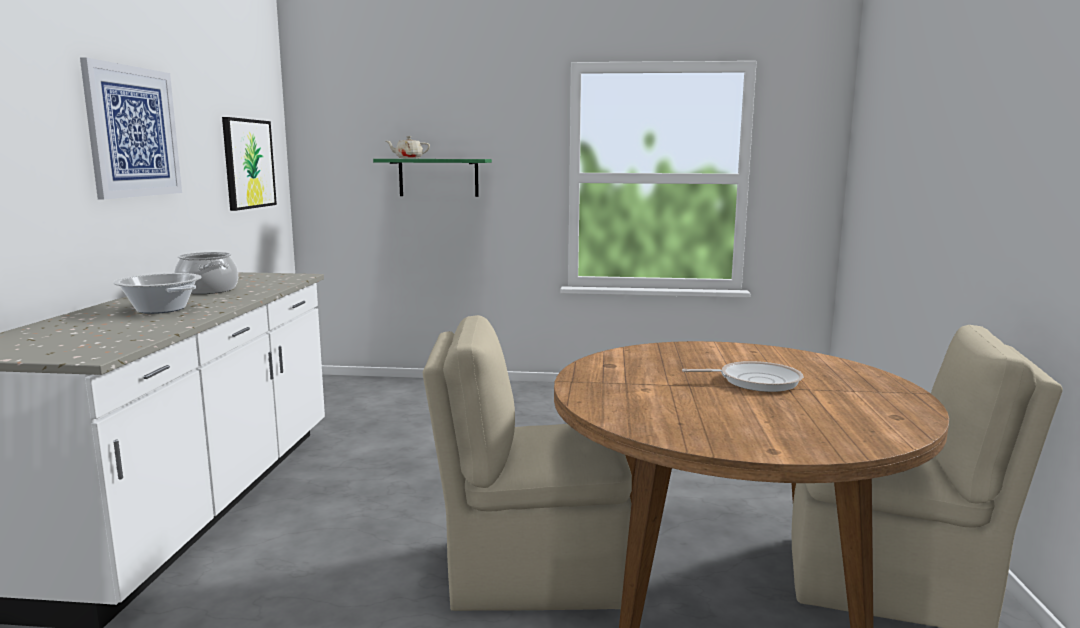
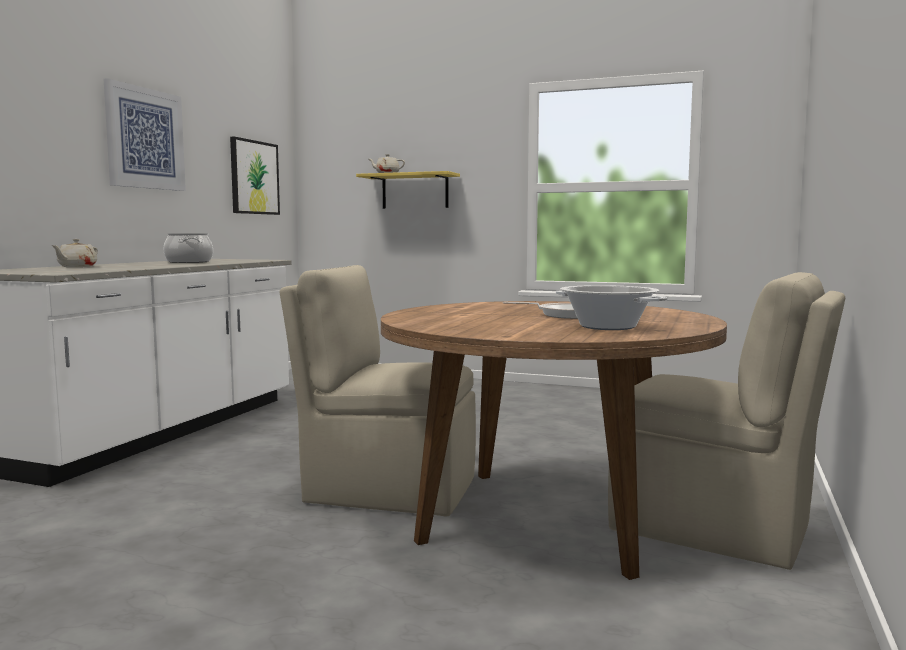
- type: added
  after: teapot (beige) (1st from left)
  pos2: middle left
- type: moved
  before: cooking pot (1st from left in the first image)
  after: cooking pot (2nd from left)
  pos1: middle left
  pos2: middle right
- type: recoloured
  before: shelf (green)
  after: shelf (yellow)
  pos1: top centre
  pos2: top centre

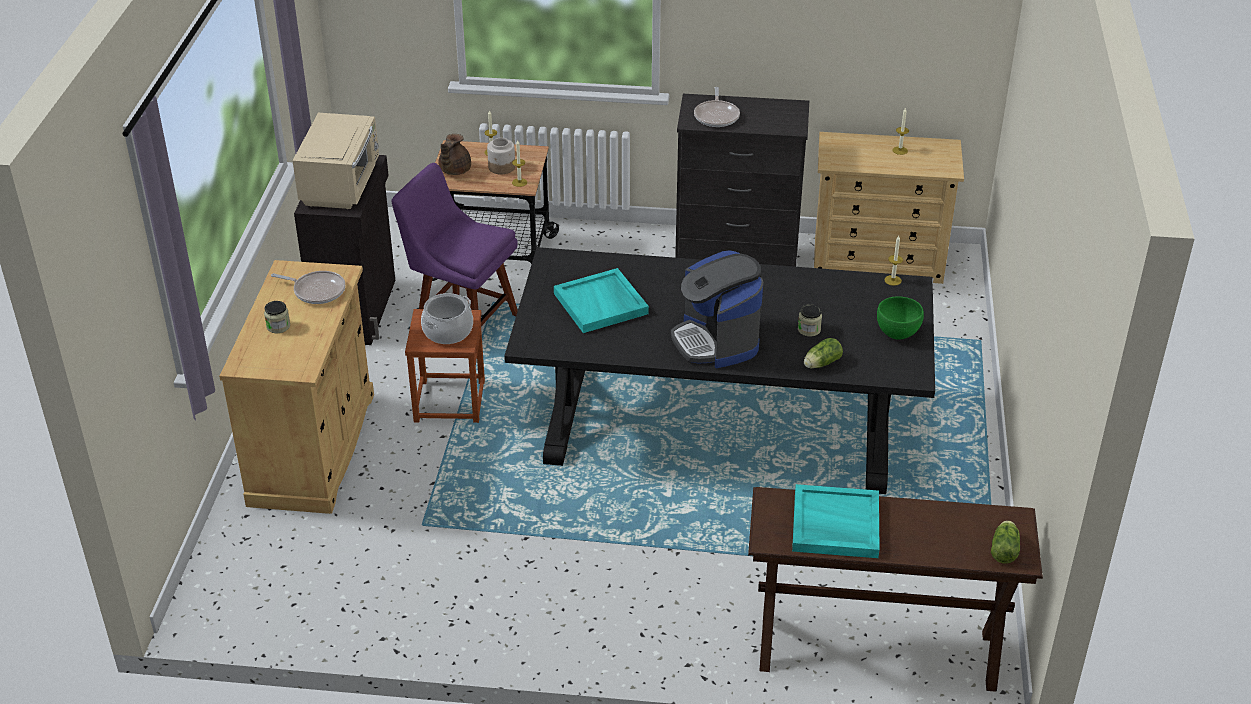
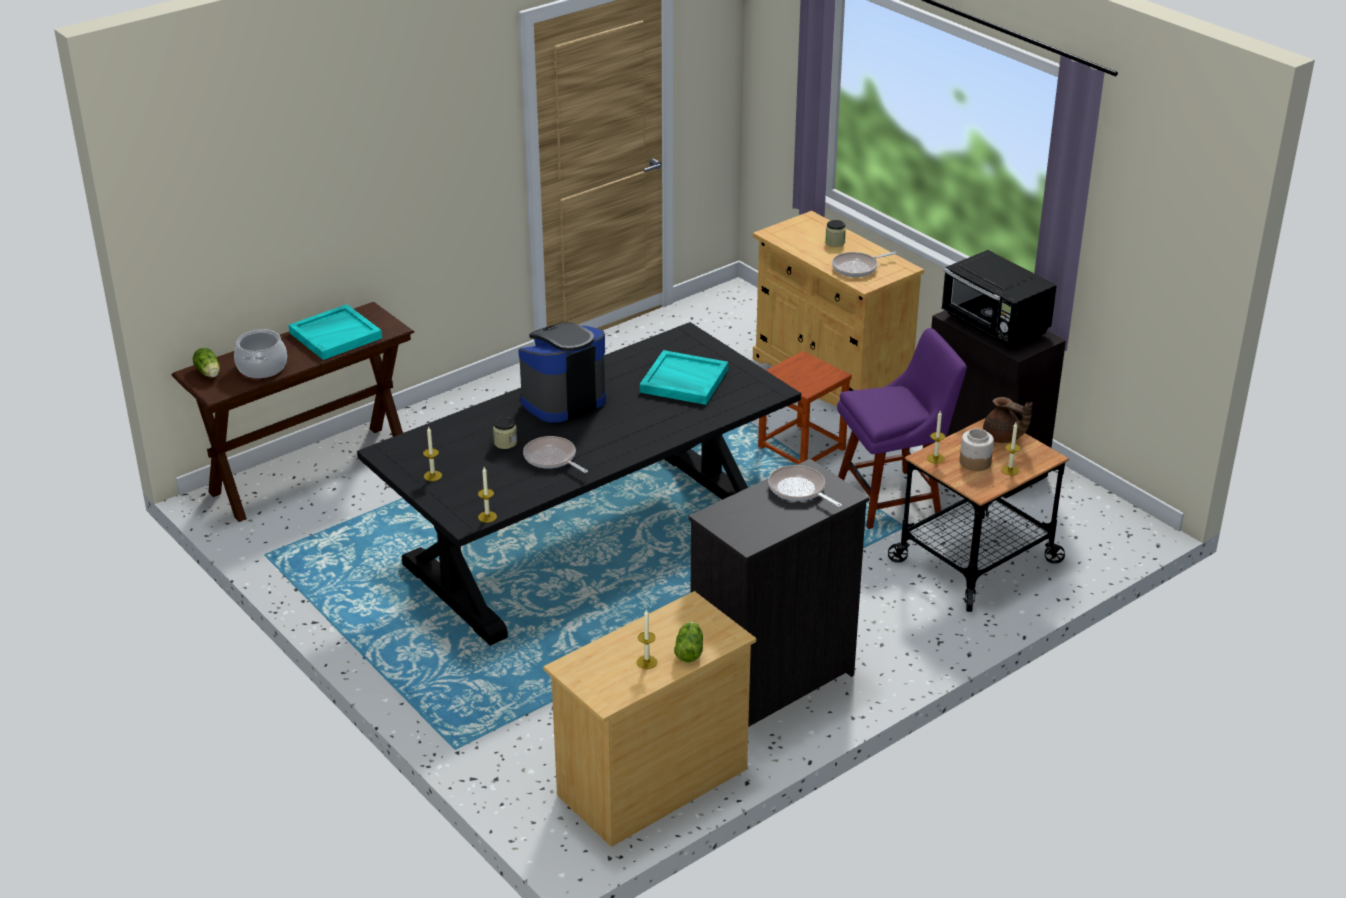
- type: added
  after: frying pan (1st from left)
  pos2: centre
- type: moved
  before: cooking pot
  pos1: centre
  pos2: middle left
- type: moved
  before: lettuce (1st from left in the first image)
  after: lettuce (2nd from left)
  pos1: centre
  pos2: bottom centre
- type: replaced
  before: bowl (green)
  after: candle (1st from left)
  pos1: middle right
  pos2: middle left
- type: recoloured
  before: microwave (beige)
  after: microwave (black)
  pos1: top left
  pos2: top right
- type: turned
  before: teapot (brown)
  pos1: top centre
  pos2: middle right
  turn: 150
- type: turned
  before: coffee machine
  pos1: centre
  pos2: centre
  turn: -60

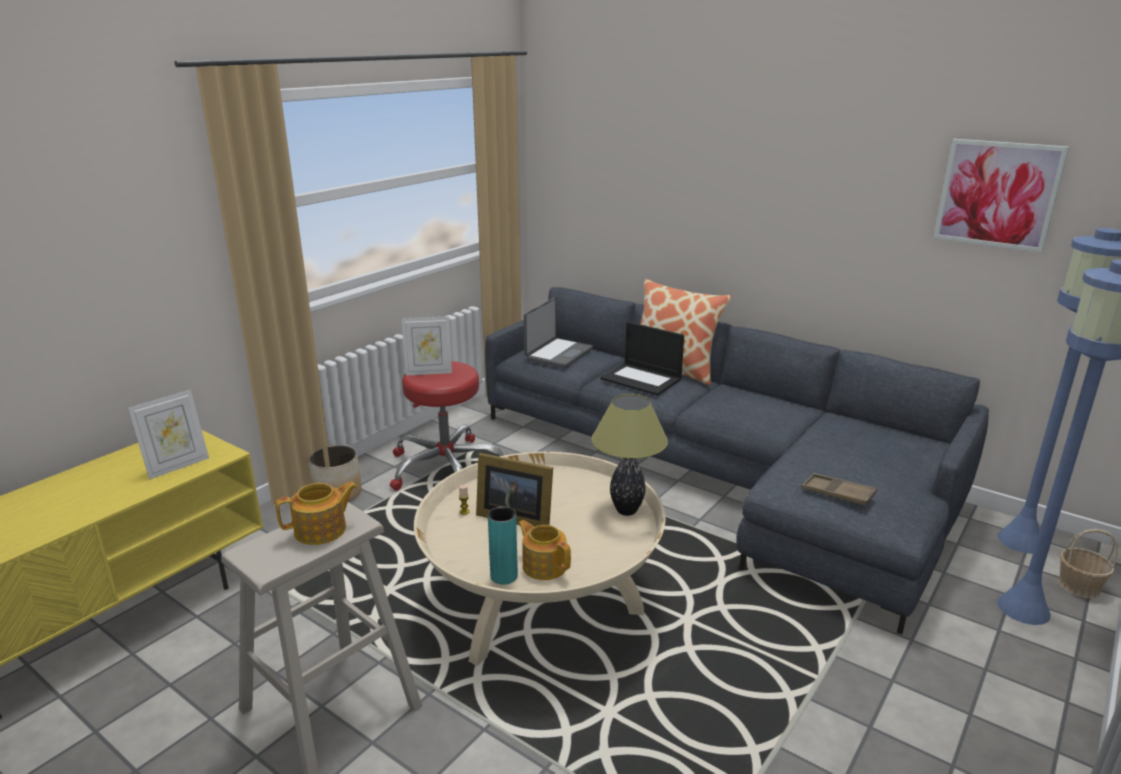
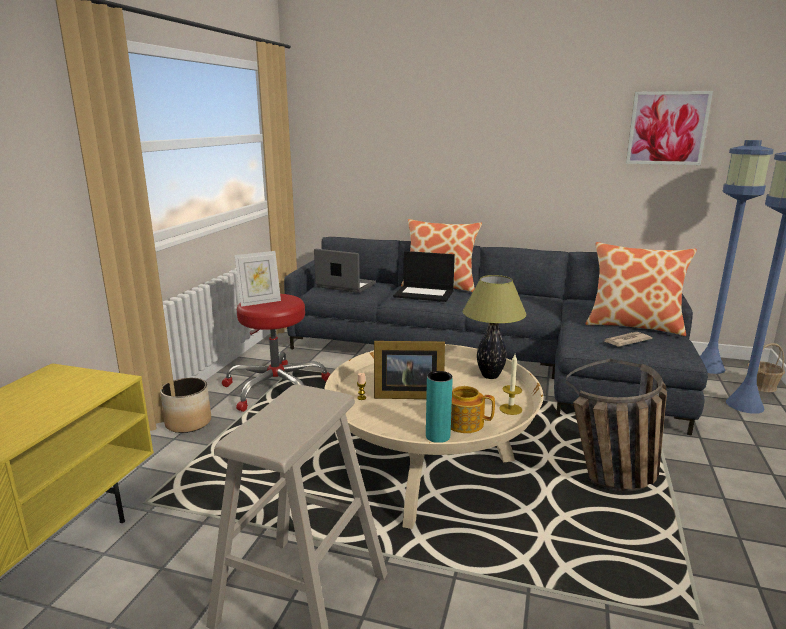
- type: removed
  before: picture frame (1st from left)
  pos1: middle left
- type: removed
  before: teapot (1st from left)
  pos1: middle left
- type: added
  after: candle (2nd from left)
  pos2: centre
- type: added
  after: basket (1st from left)
  pos2: bottom right
- type: added
  after: pillow (2nd from left)
  pos2: middle right
- type: replaced
  before: tray (brown)
  after: newspaper
  pos1: middle right
  pos2: middle right
- type: turned
  before: laptop (1st from left)
  pos1: centre
  pos2: centre
  turn: -75

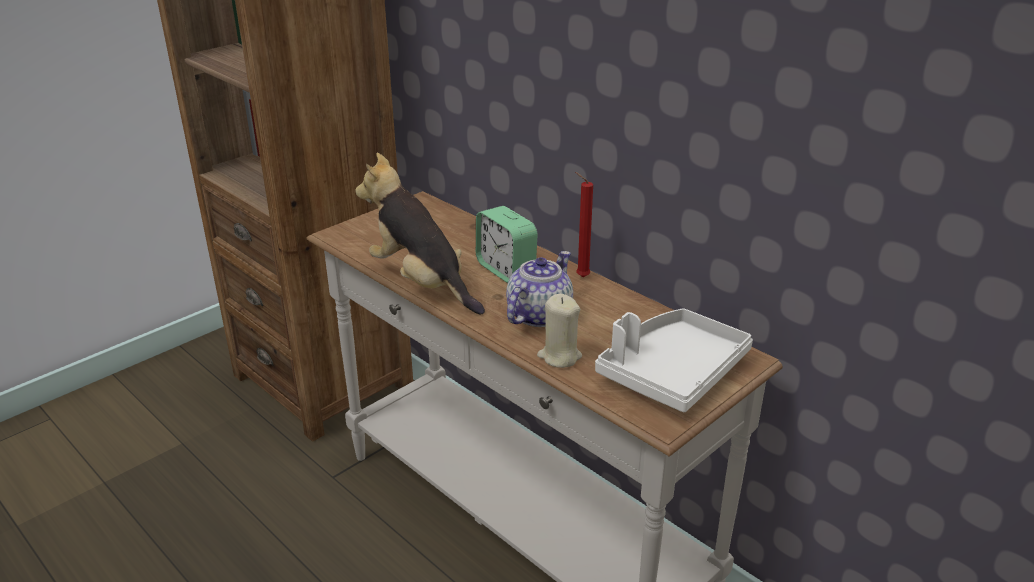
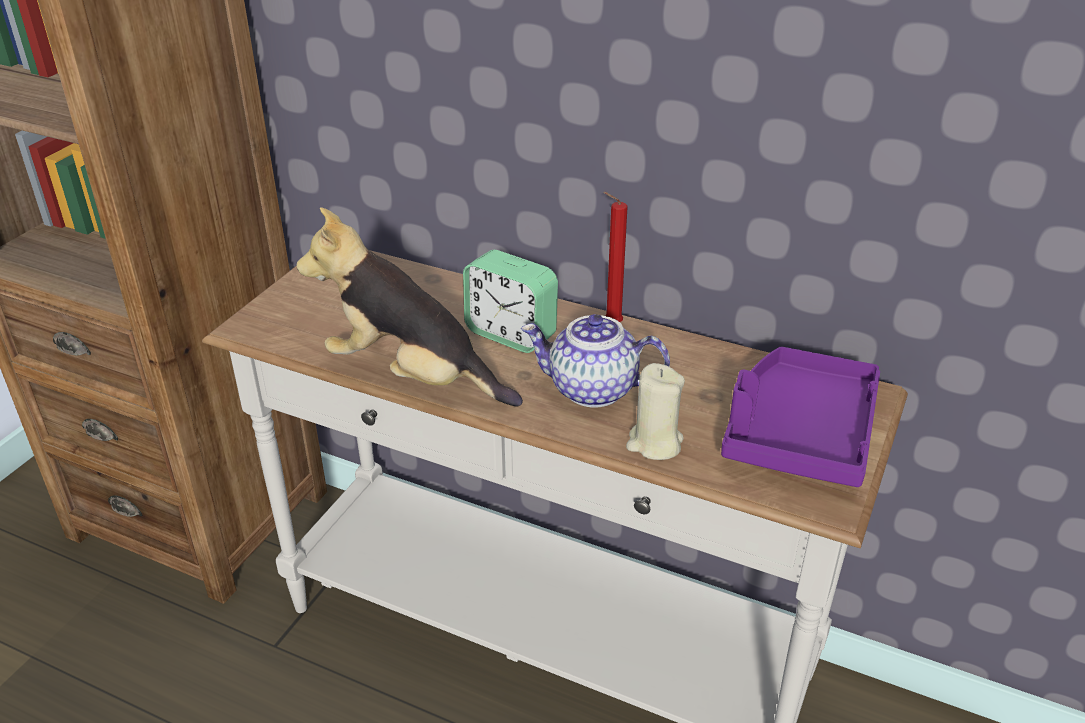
- type: recoloured
  before: tray (white)
  after: tray (purple)
  pos1: centre
  pos2: middle right
- type: turned
  before: teapot
  pos1: centre
  pos2: centre
  turn: -90

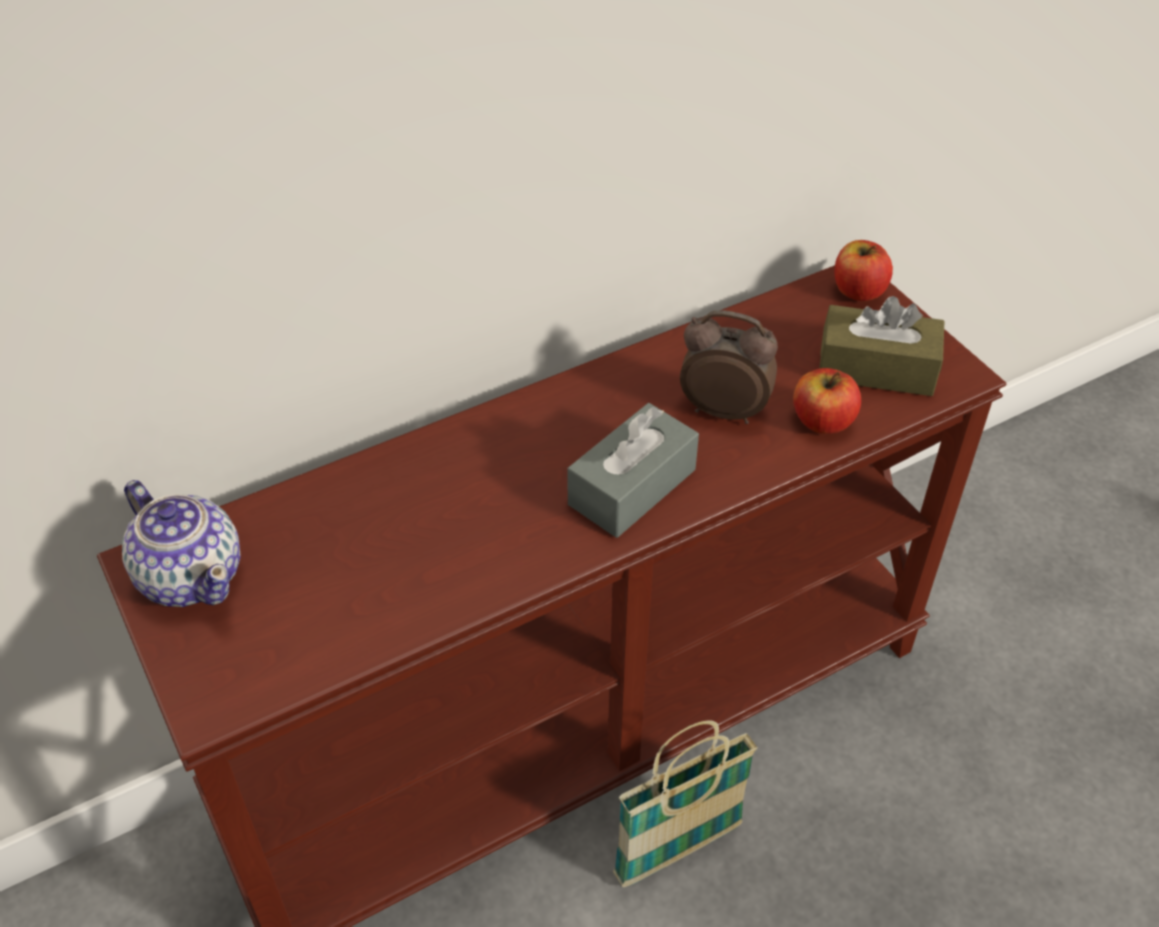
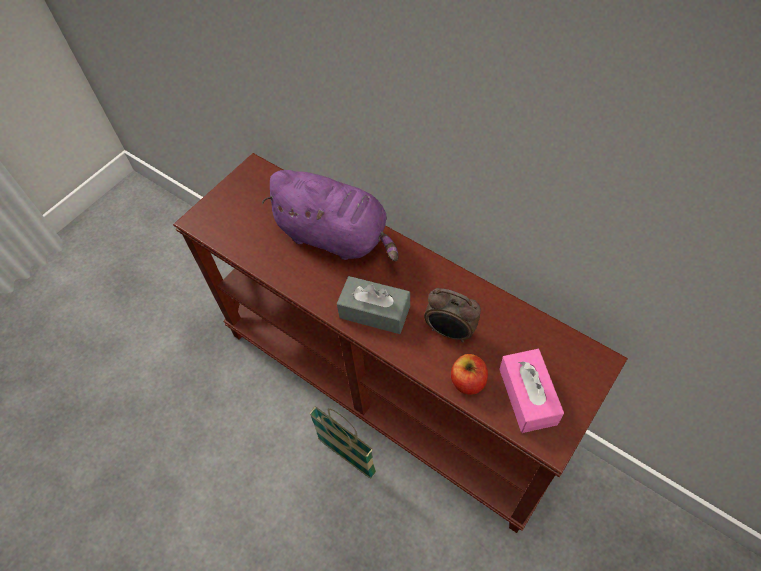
- type: removed
  before: teapot
  pos1: middle left
- type: removed
  before: apple (2nd from left)
  pos1: top right
- type: added
  after: plush toy (purple)
  pos2: centre
- type: recoloured
  before: tissue box (brown)
  after: tissue box (pink)
  pos1: middle right
  pos2: bottom right
- type: turned
  before: alarm clock
  pos1: centre
  pos2: centre
  turn: 120

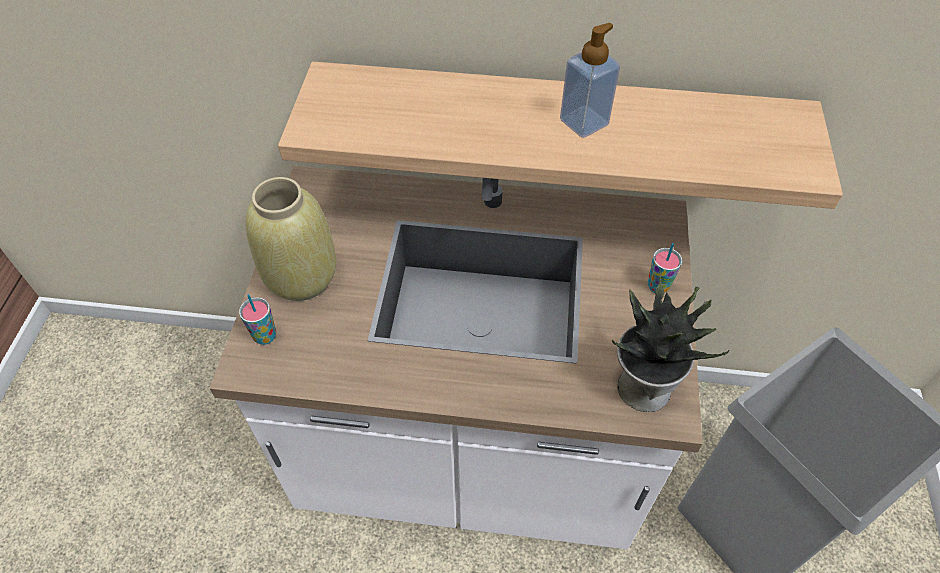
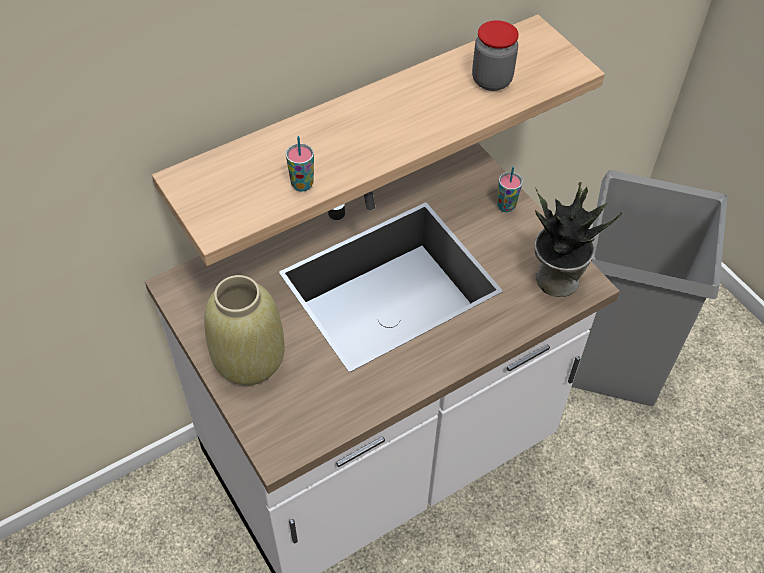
- type: removed
  before: soap dispenser
  pos1: top centre
- type: added
  after: jar
  pos2: top centre
- type: moved
  before: cup (1st from left)
  pos1: middle left
  pos2: top centre

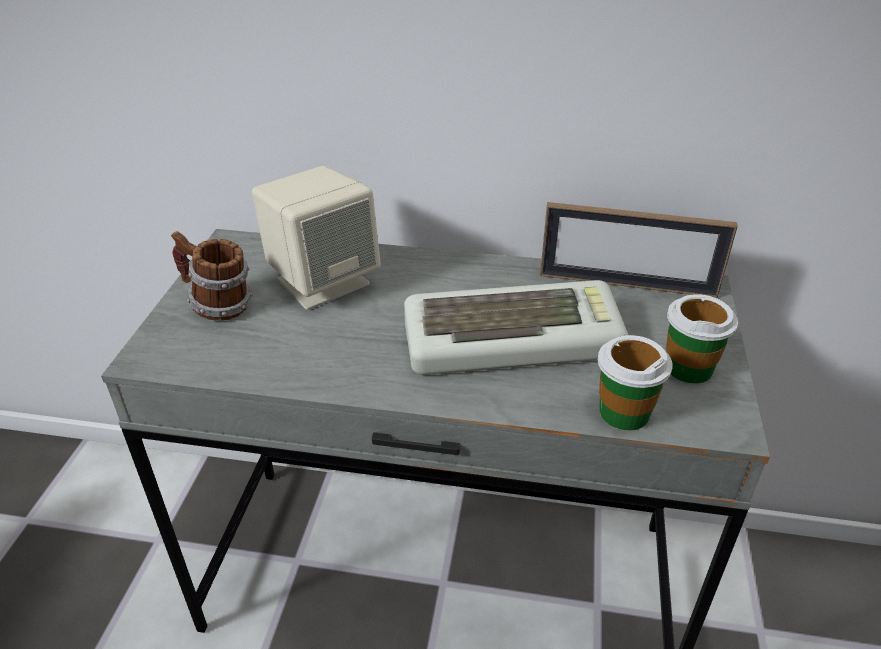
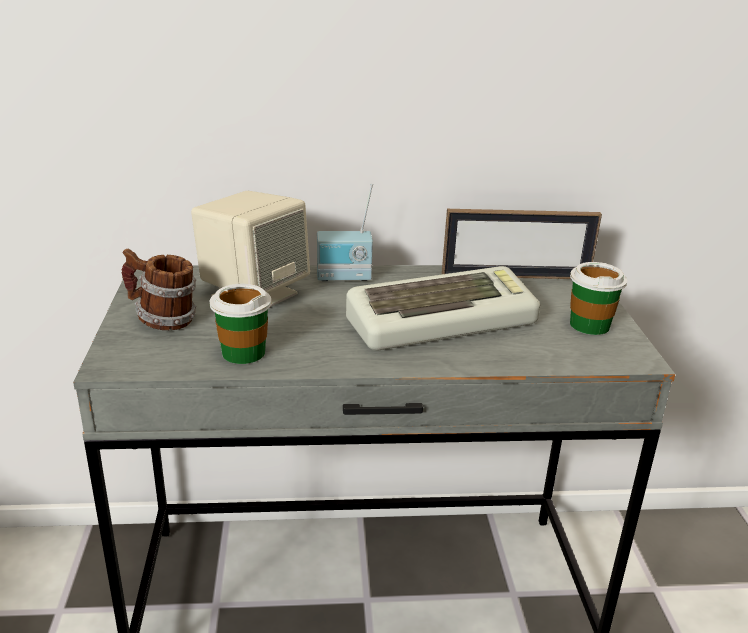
- type: added
  after: radio
  pos2: centre
- type: moved
  before: cup (1st from left)
  pos1: middle right
  pos2: middle left

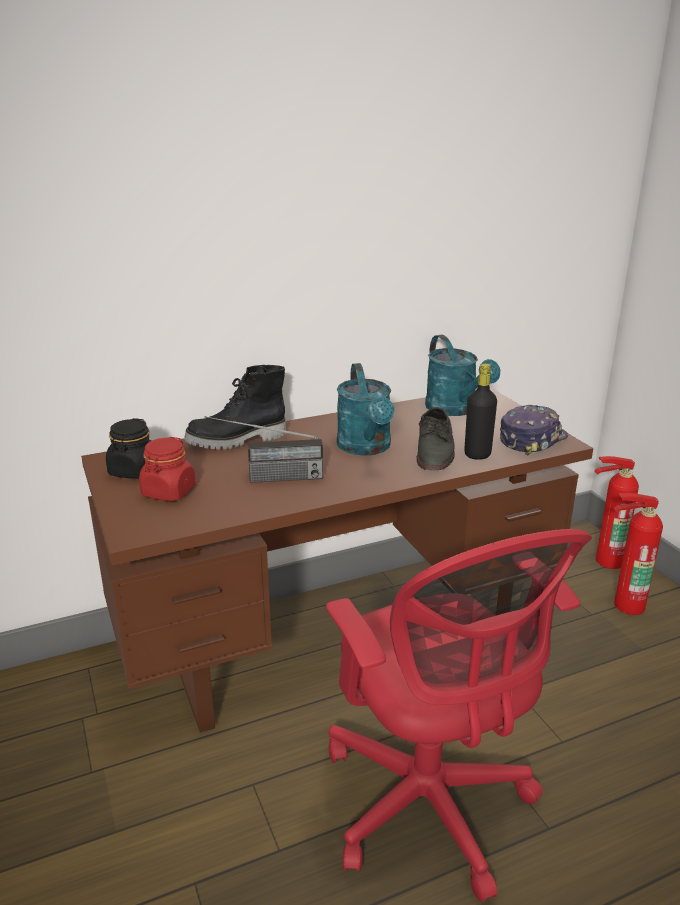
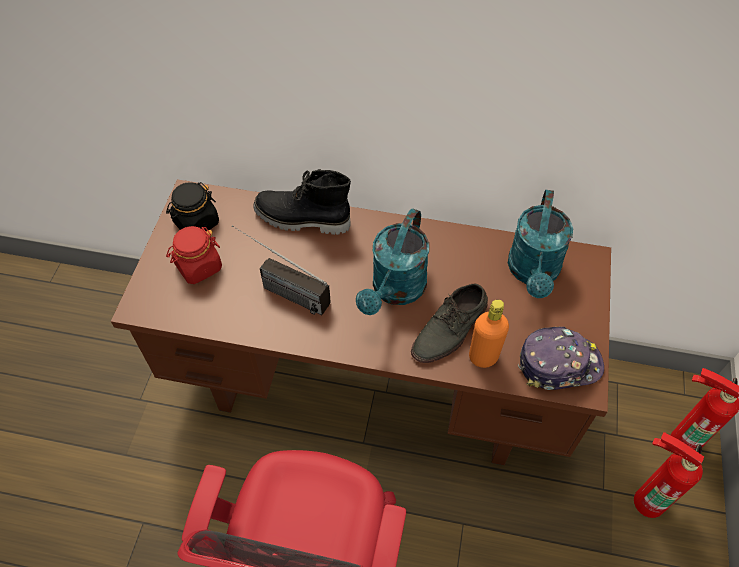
- type: recoloured
  before: bottle (black)
  after: bottle (orange)
  pos1: middle right
  pos2: centre

